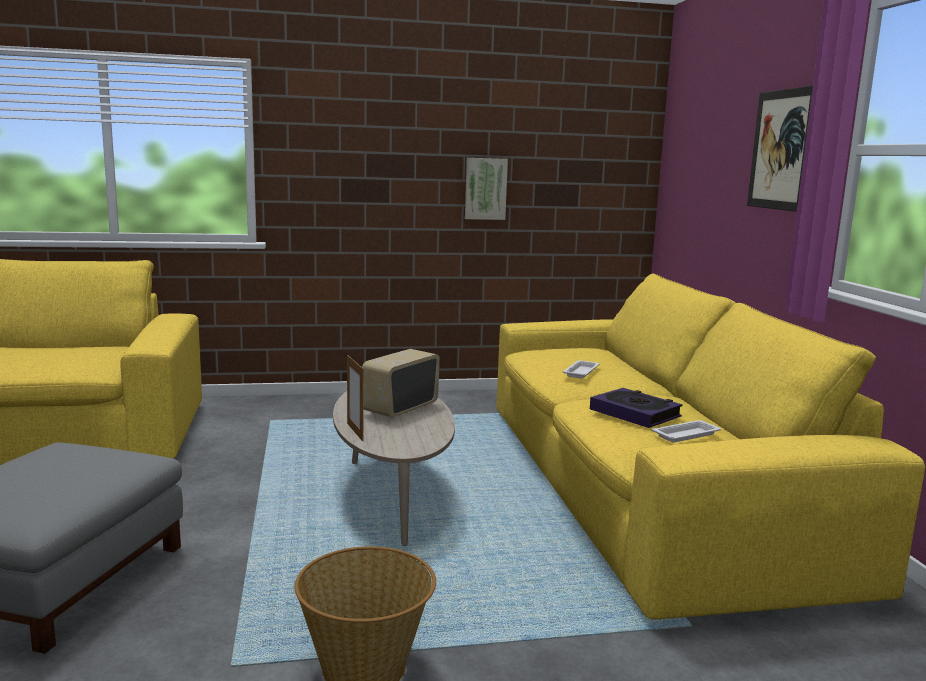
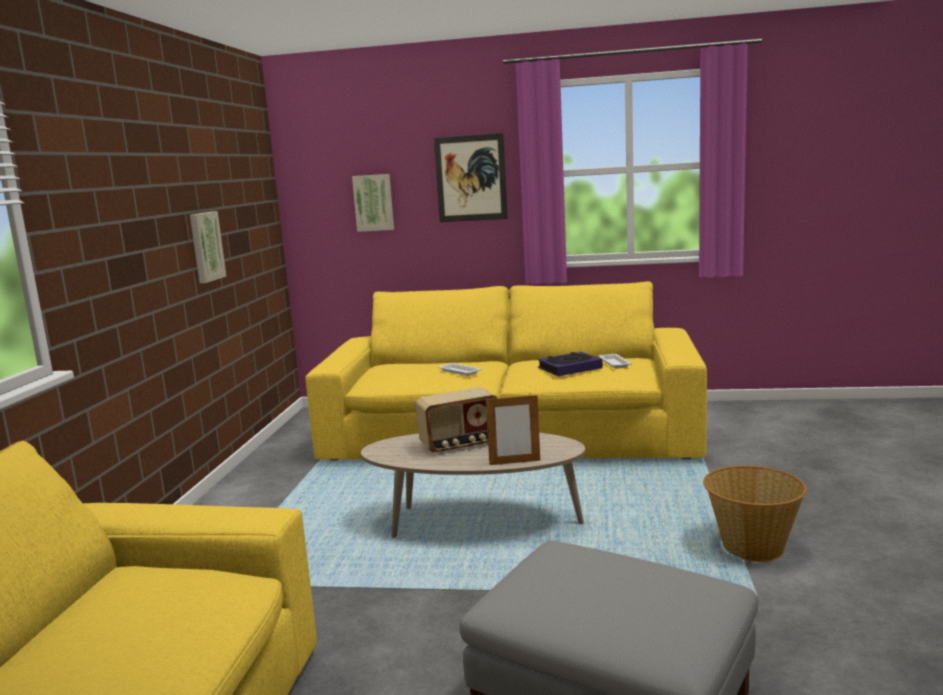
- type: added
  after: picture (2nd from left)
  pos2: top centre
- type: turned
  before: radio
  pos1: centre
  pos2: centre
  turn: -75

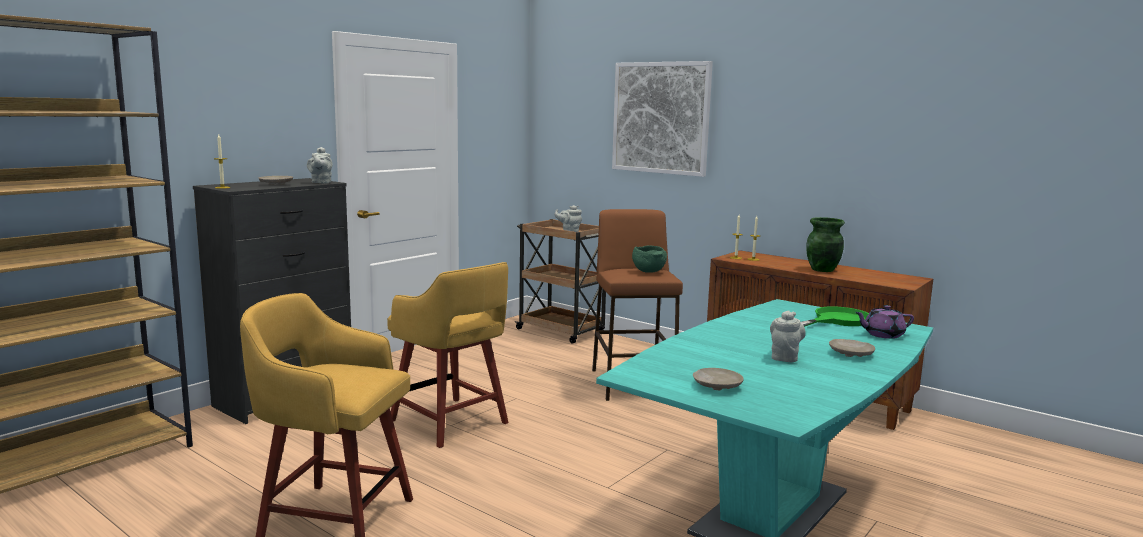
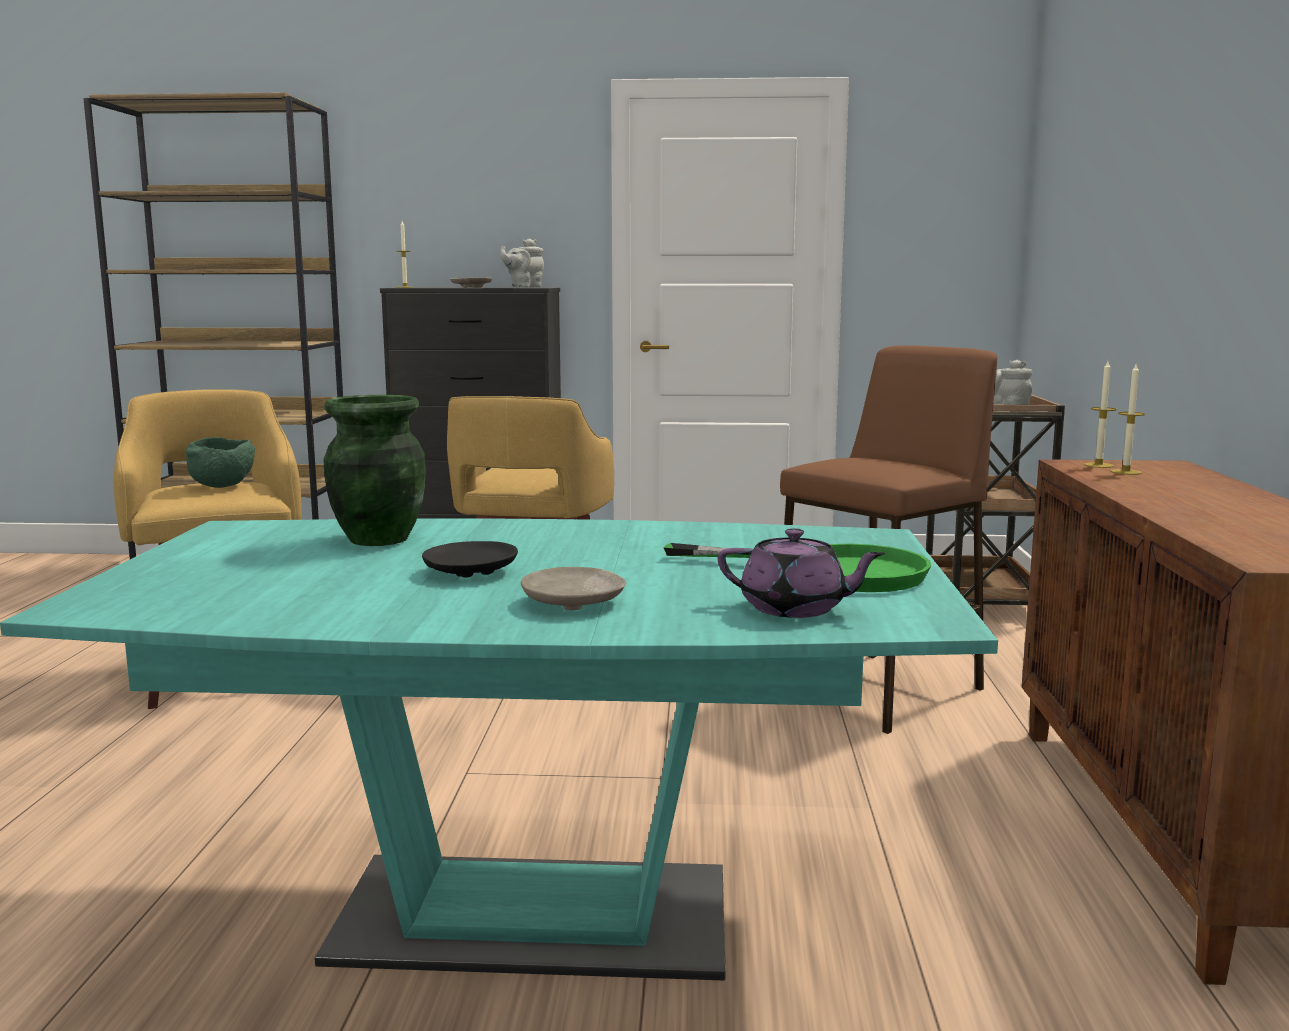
- type: removed
  before: picture
  pos1: top centre
- type: removed
  before: plate (beige) (2nd from left)
  pos1: bottom centre
- type: moved
  before: bowl (green)
  pos1: centre
  pos2: middle left
- type: moved
  before: vase (green)
  pos1: middle right
  pos2: middle left
- type: replaced
  before: teapot (grey) (3rd from left)
  after: plate (black)
  pos1: middle right
  pos2: centre
- type: turned
  before: teapot (purple)
  pos1: middle right
  pos2: centre
  turn: 150

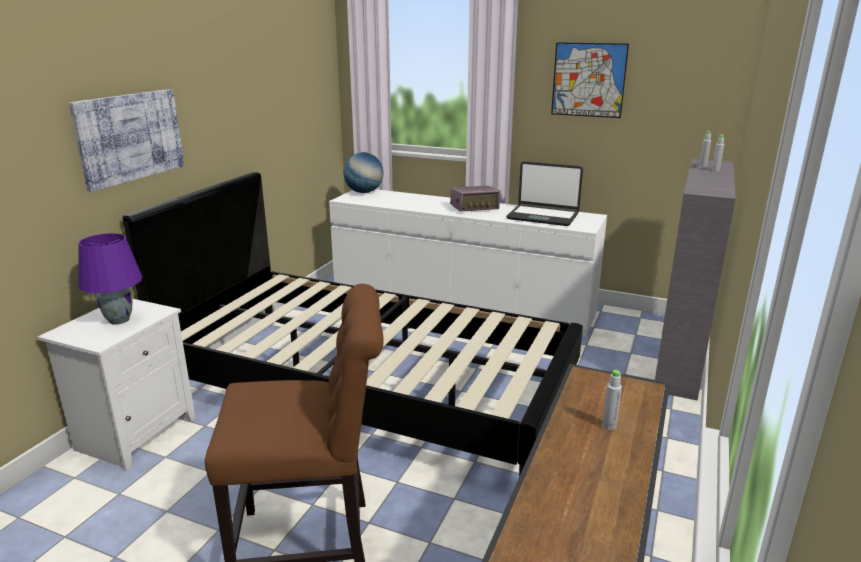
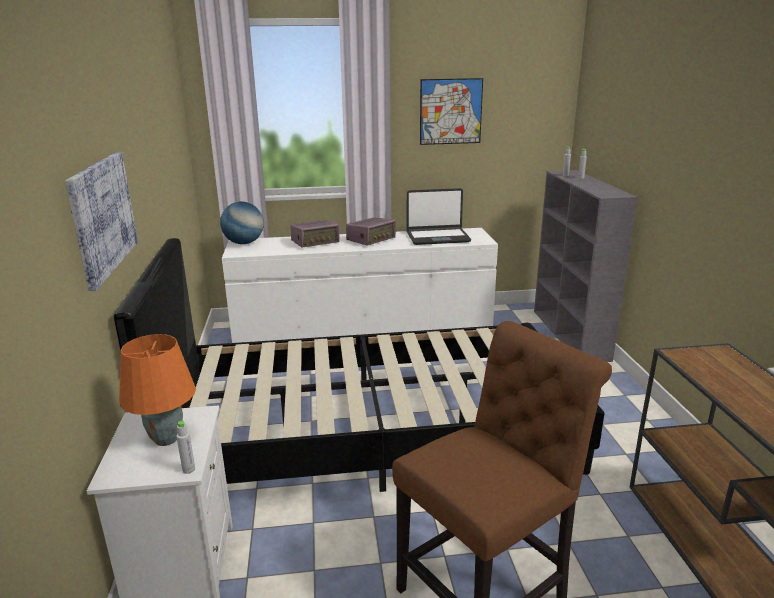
- type: added
  after: radio (1st from left)
  pos2: centre
- type: moved
  before: bottle (grey) (1st from left)
  pos1: bottom right
  pos2: bottom left
- type: recoloured
  before: table lamp (purple)
  after: table lamp (orange)
  pos1: middle left
  pos2: middle left

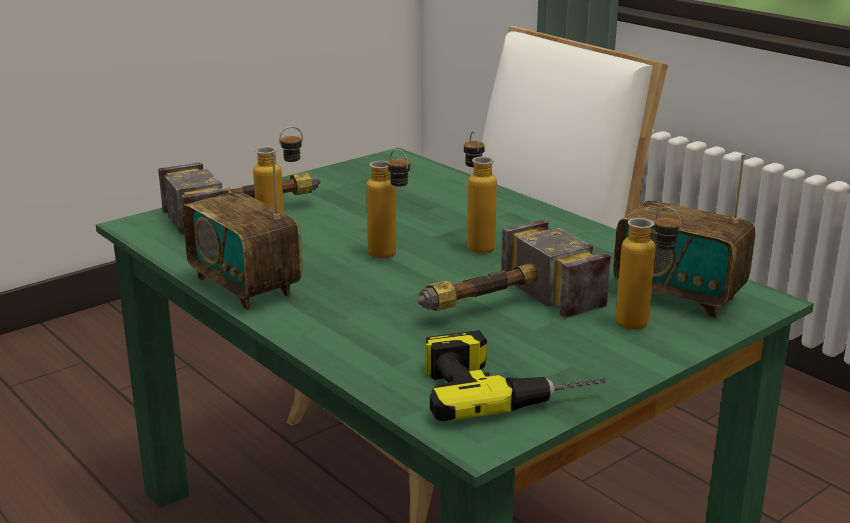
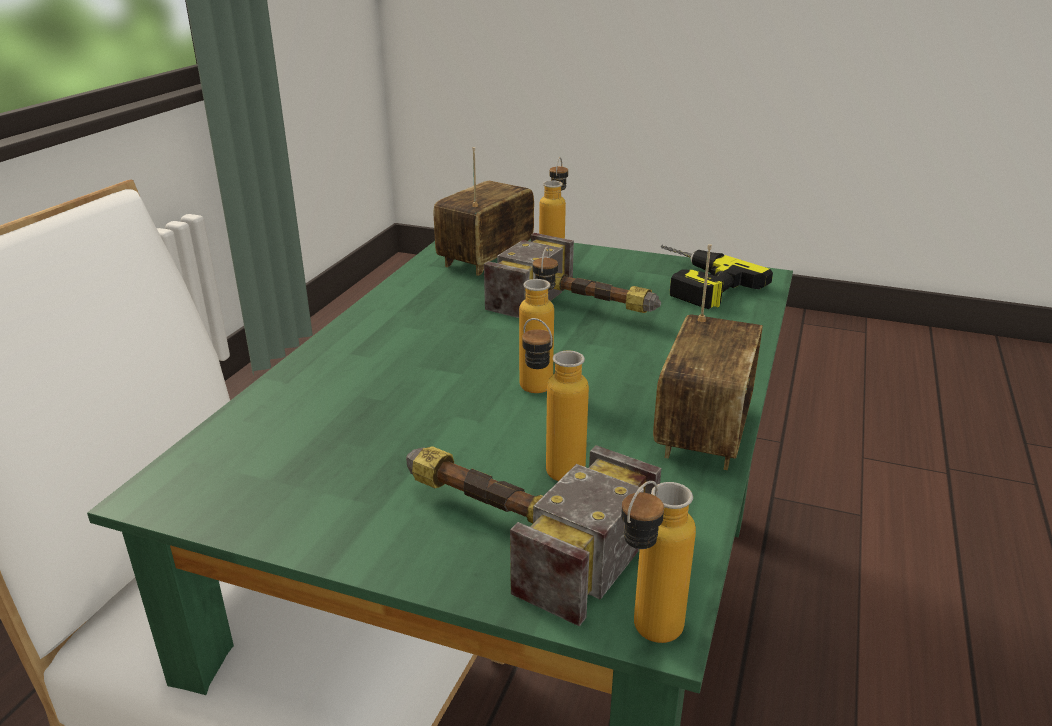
- type: moved
  before: bottle (3rd from left in the first image)
  after: bottle (4th from left)
  pos1: centre
  pos2: bottom centre
- type: turned
  before: radio (2nd from left in the first image)
  pos1: middle right
  pos2: top centre
  turn: -150

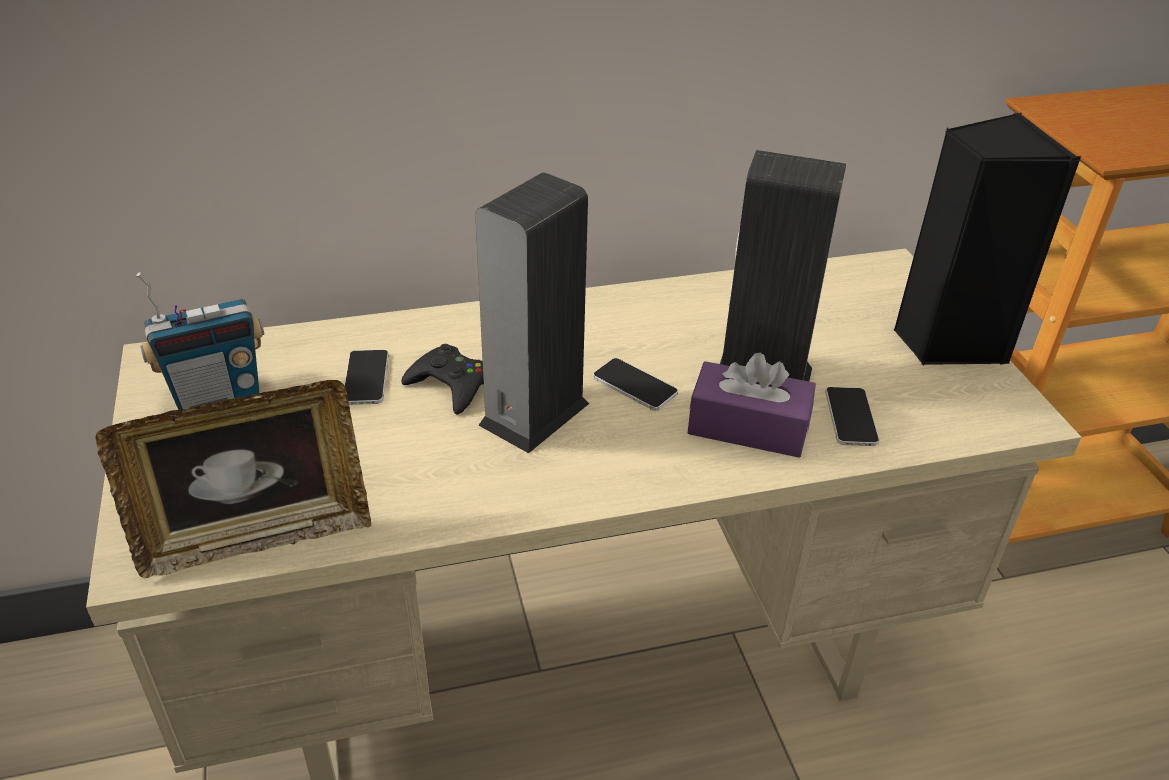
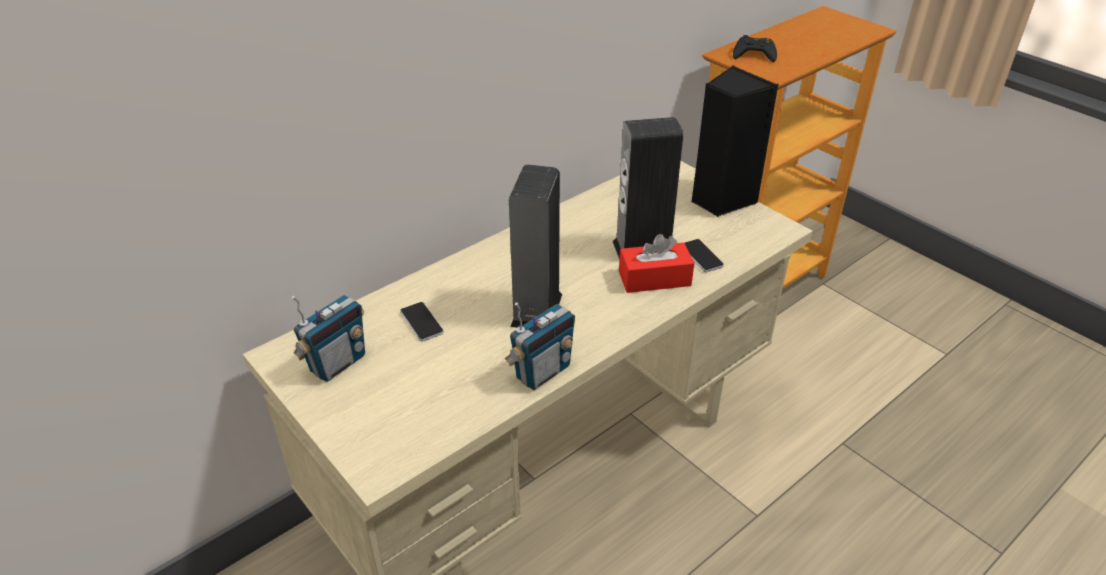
- type: removed
  before: picture frame
  pos1: middle left
- type: removed
  before: phone (2nd from left)
  pos1: centre
- type: added
  after: radio (2nd from left)
  pos2: centre
- type: moved
  before: game controller (black)
  pos1: centre
  pos2: top right
- type: recoloured
  before: tissue box (purple)
  after: tissue box (red)
  pos1: centre
  pos2: centre

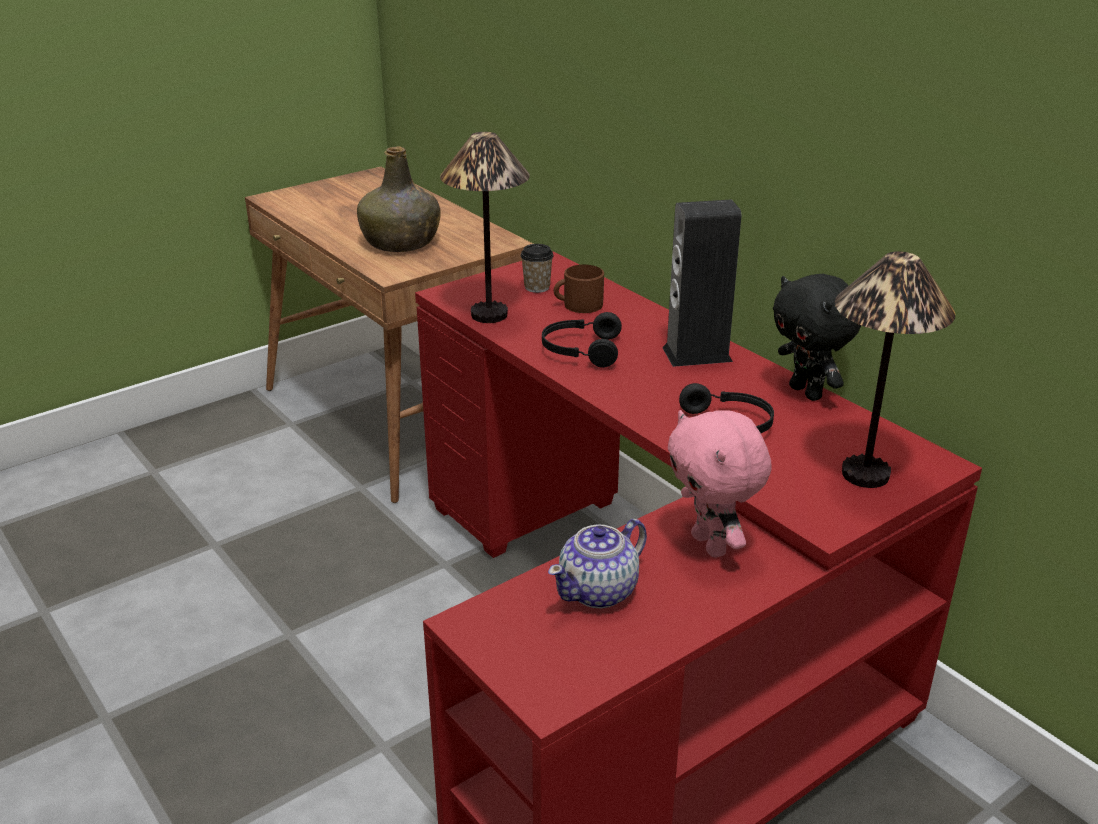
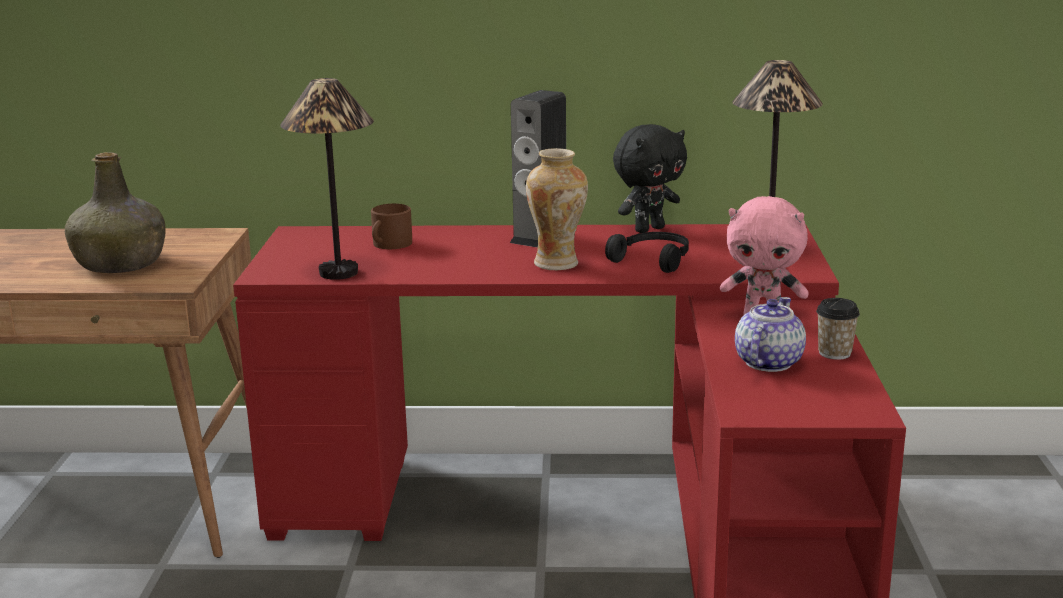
- type: removed
  before: headphones (black) (1st from left)
  pos1: centre
- type: added
  after: vase
  pos2: centre
- type: moved
  before: cup
  pos1: top centre
  pos2: middle right
- type: turned
  before: teapot
  pos1: bottom centre
  pos2: middle right
  turn: -150
- type: turned
  before: plush toy (black)
  pos1: middle right
  pos2: top centre
  turn: -45

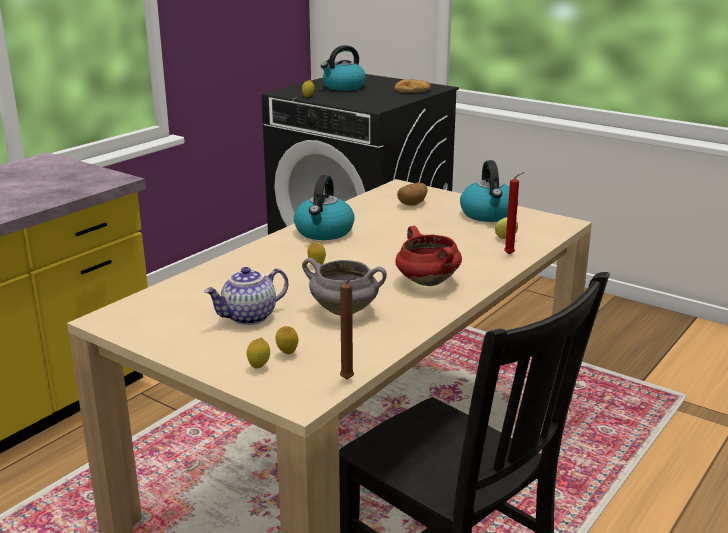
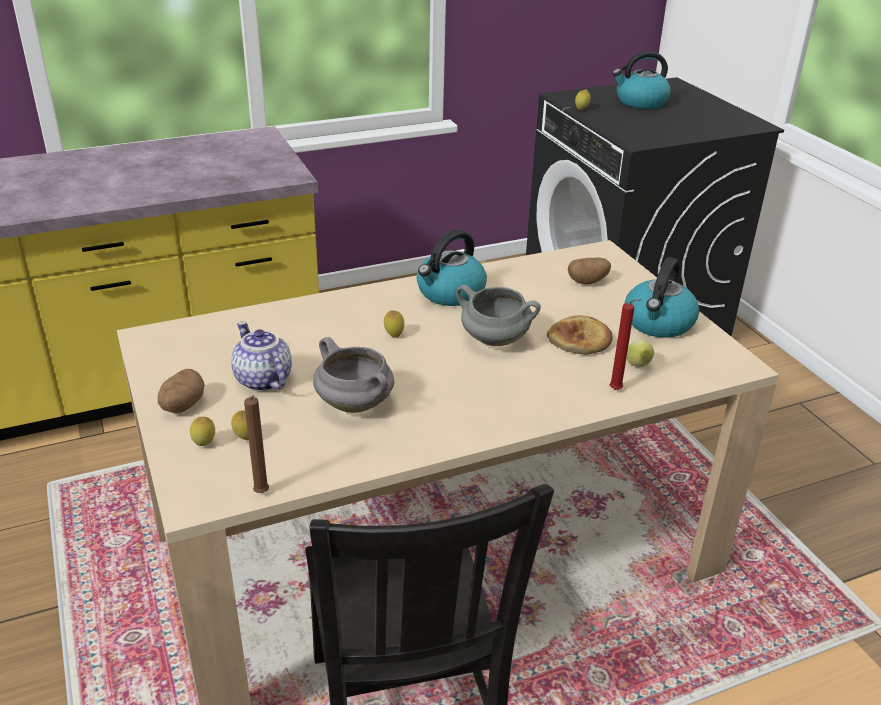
- type: removed
  before: cooking pot (red)
  pos1: centre
- type: added
  after: potato (1st from left)
  pos2: middle left
- type: added
  after: cooking pot (grey) (2nd from left)
  pos2: centre
- type: moved
  before: bread
  pos1: top centre
  pos2: centre
- type: turned
  before: teapot
  pos1: centre
  pos2: middle left
  turn: 60

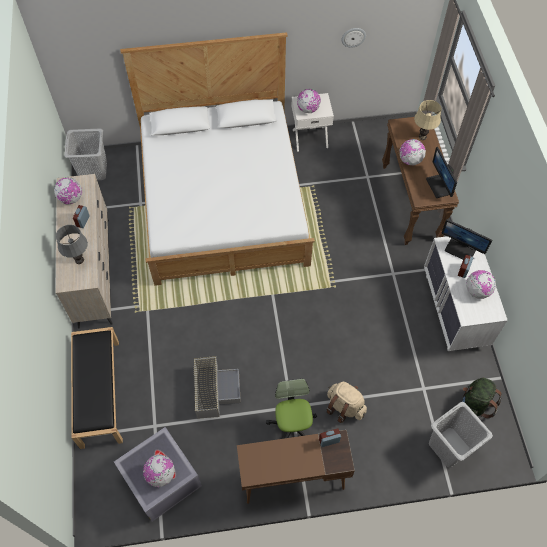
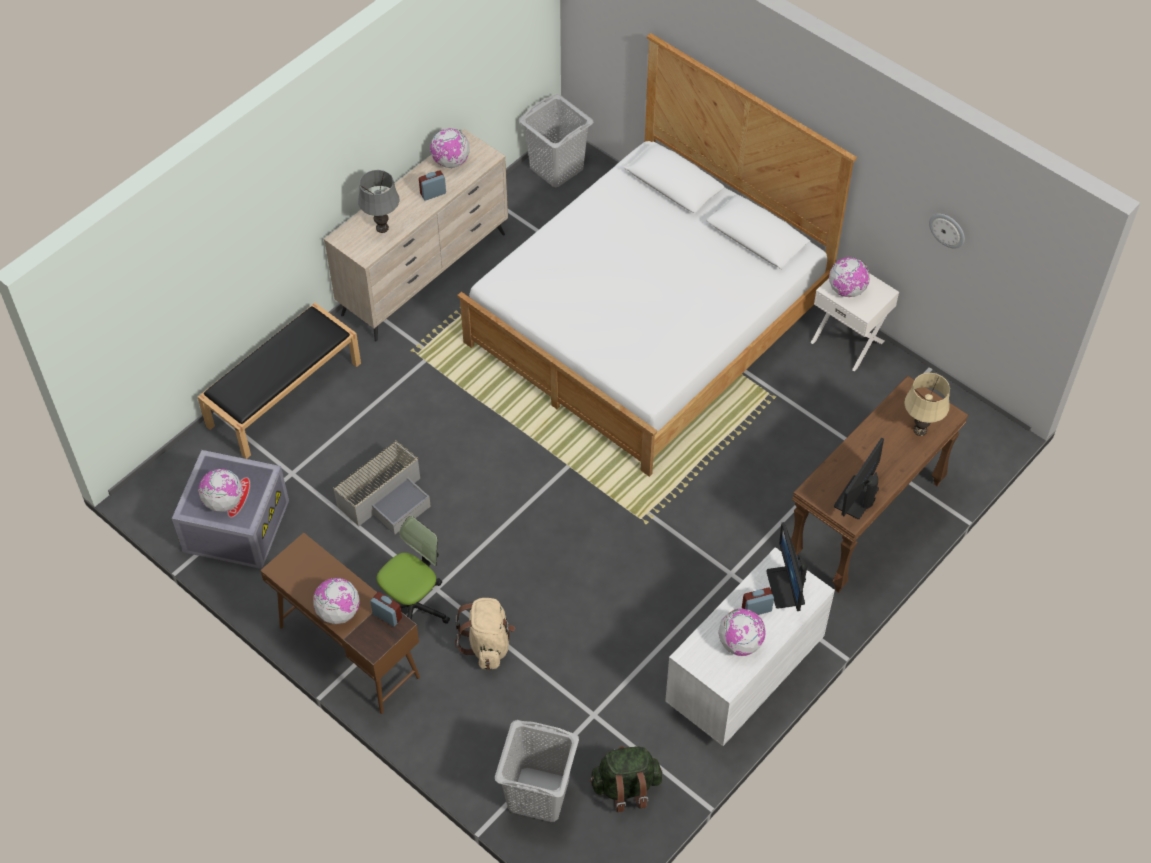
- type: moved
  before: globe (4th from left in the first image)
  after: globe (2nd from left)
  pos1: top right
  pos2: bottom left

